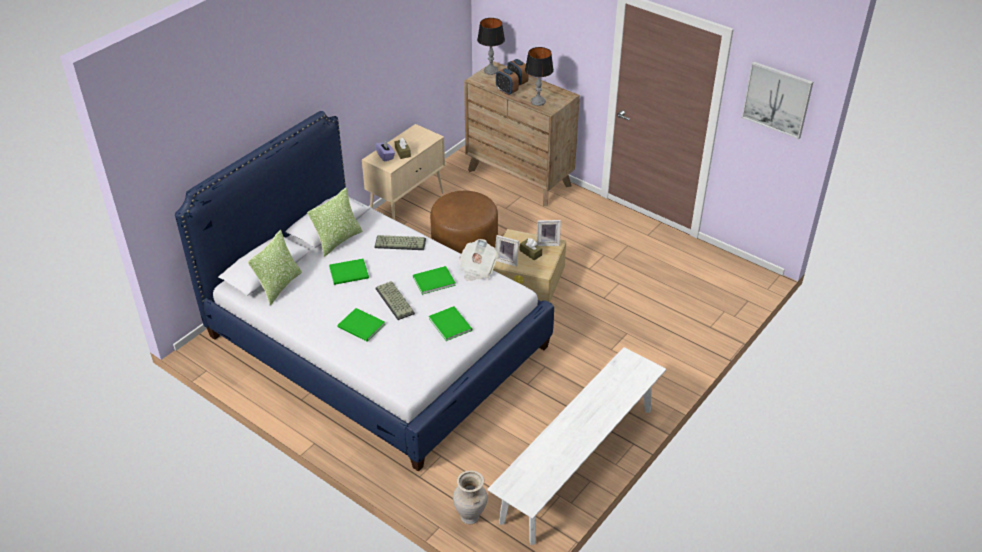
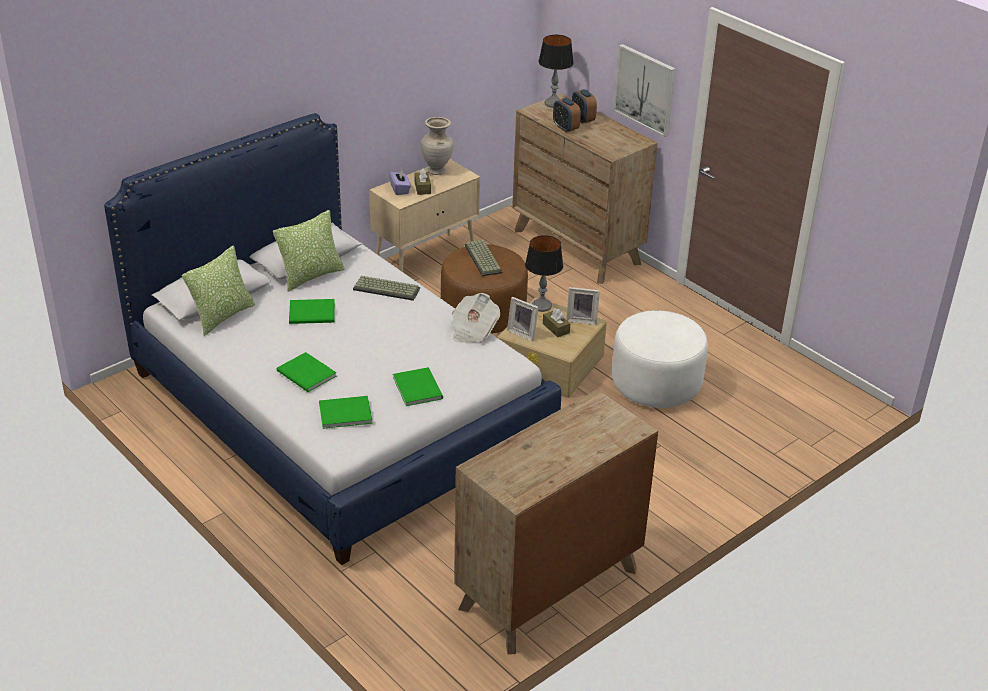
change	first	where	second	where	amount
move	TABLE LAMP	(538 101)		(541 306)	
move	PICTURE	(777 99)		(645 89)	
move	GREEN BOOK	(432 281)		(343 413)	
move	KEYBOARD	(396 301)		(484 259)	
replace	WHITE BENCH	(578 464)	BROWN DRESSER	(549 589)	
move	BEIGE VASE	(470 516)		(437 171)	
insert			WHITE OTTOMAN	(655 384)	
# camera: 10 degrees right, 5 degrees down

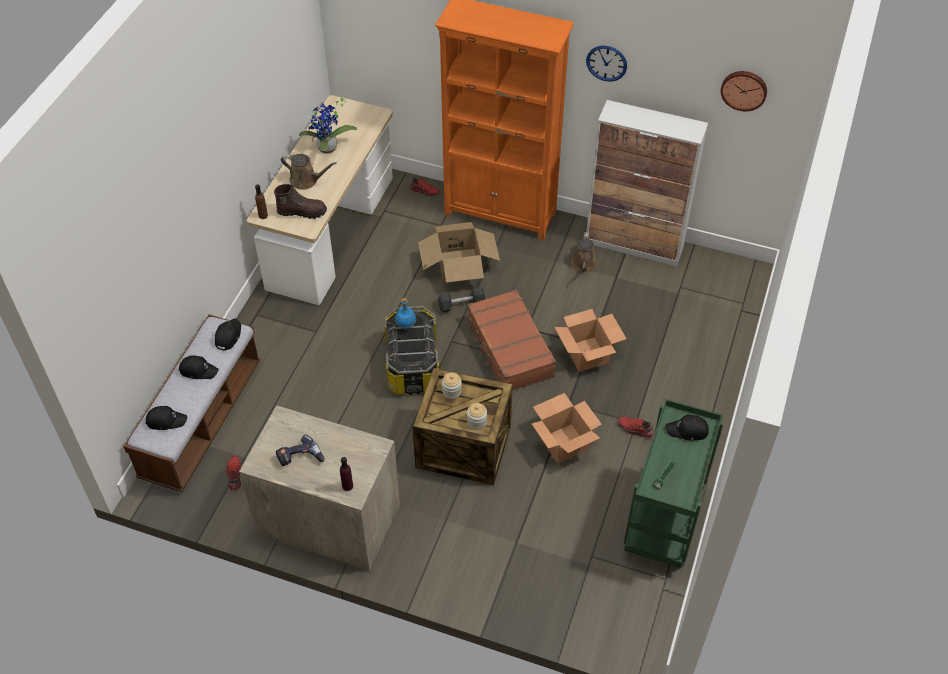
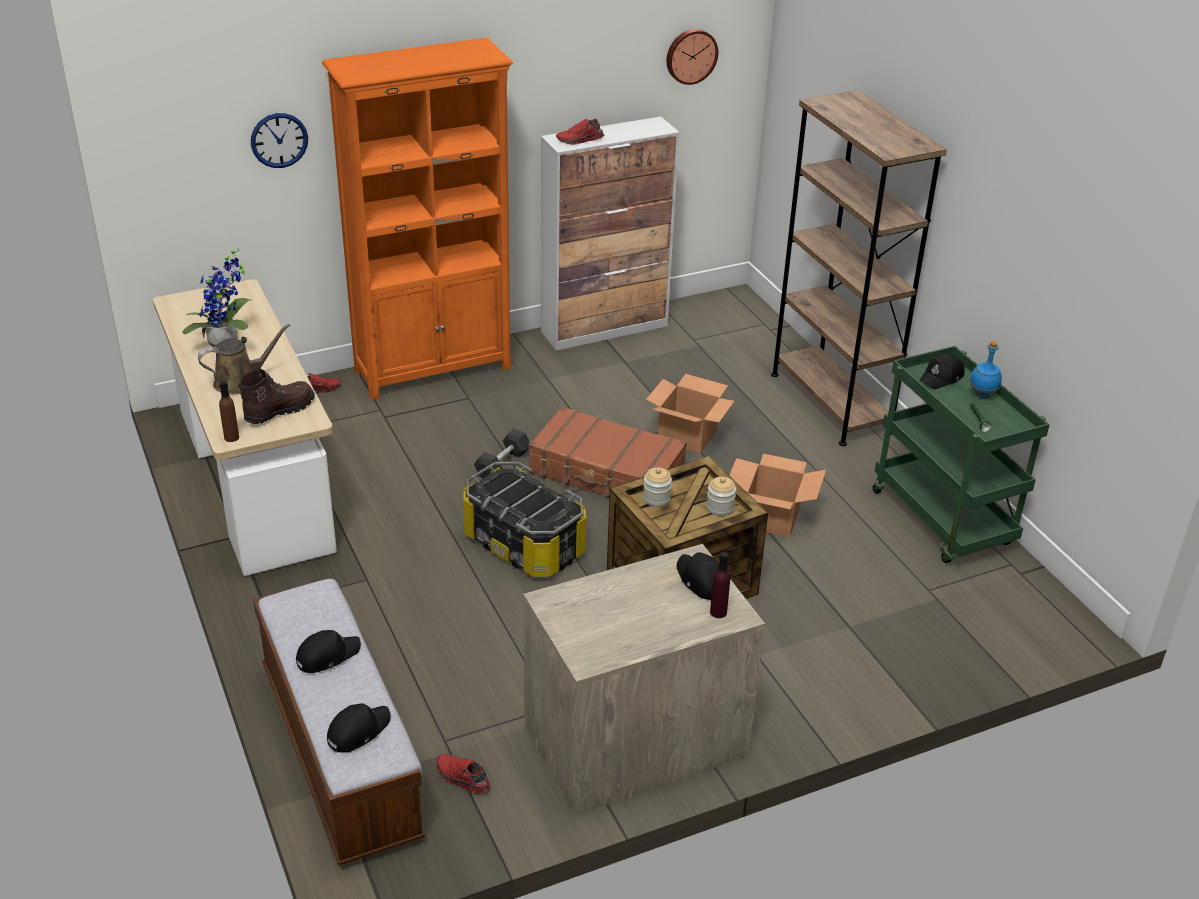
change	first	where	second	where	amount
move	WALL CLOCK	(606 63)		(279 140)	
delete	CARDBOARD BOX	(458 264)			
delete	BROWN WATERING CAN	(583 265)			
move	BLUE BOTTLE	(405 326)		(982 395)	
move	BLACK CAP	(228 336)		(700 580)	
move	RED SHOE	(635 430)		(580 140)	
delete	POWER DRILL	(300 458)			
insert			BROWN BOOKCASE	(830 402)	
# camera: 45 degrees left, 15 degrees down

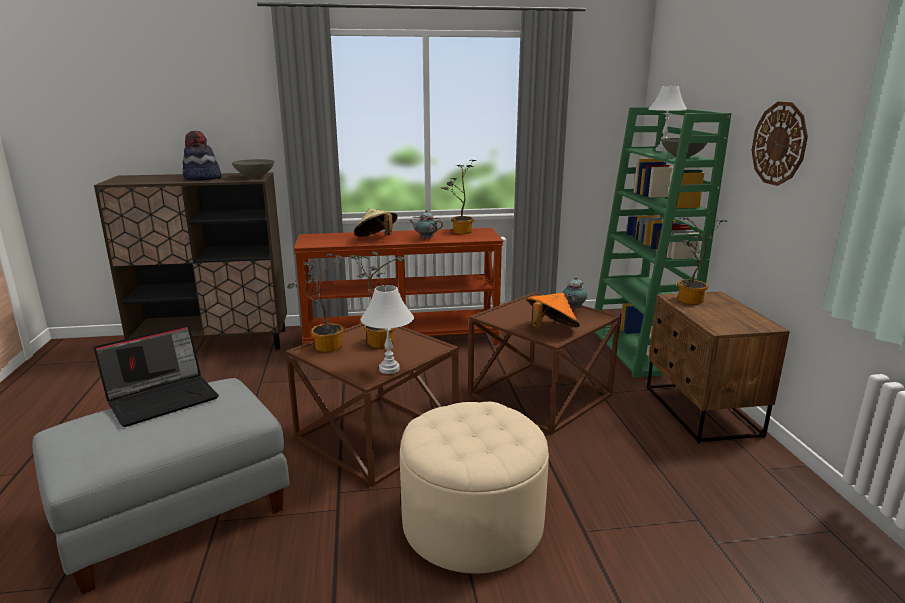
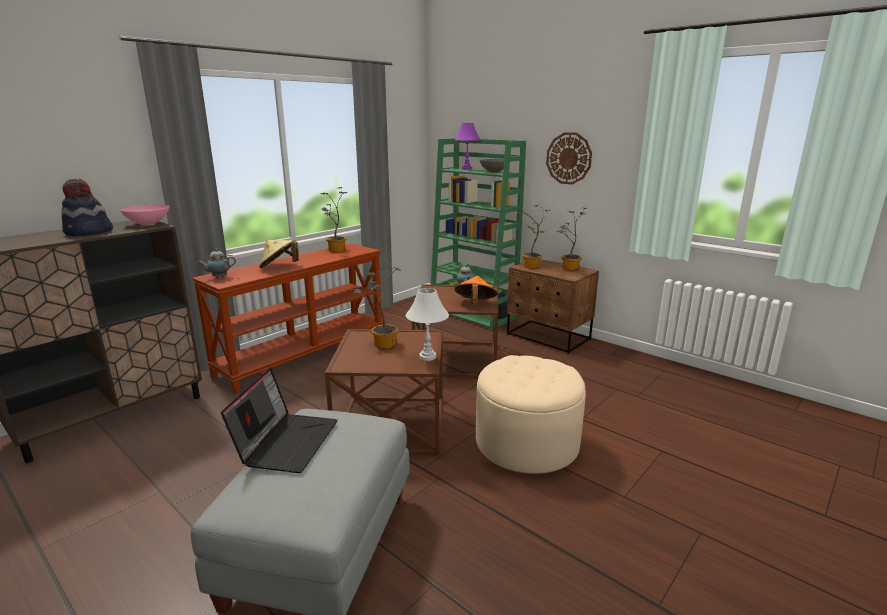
change	first	where	second	where	amount
recolor	WHITE TABLE LAMP	(663 150)	PURPLE TABLE LAMP	(467 169)	
recolor	GREY BOWL	(254 177)	PINK BOWL	(148 224)	
move	TEAPOT	(425 239)		(218 277)	
move	POTTED PLANT	(324 346)		(568 268)	
# camera: 40 degrees left, 0 degrees up

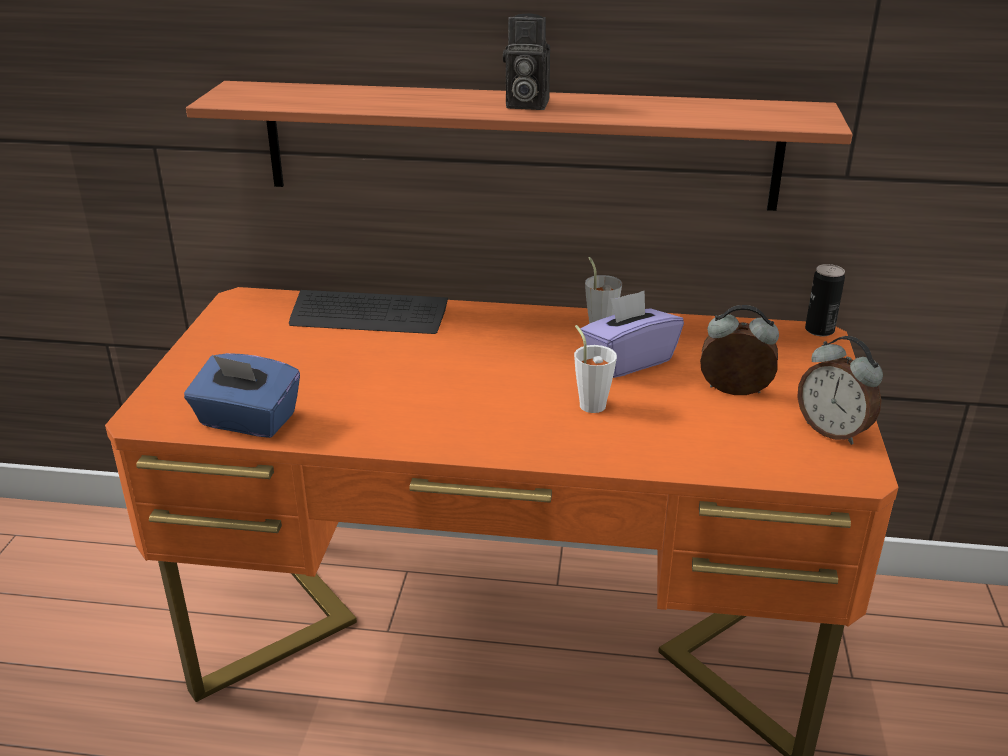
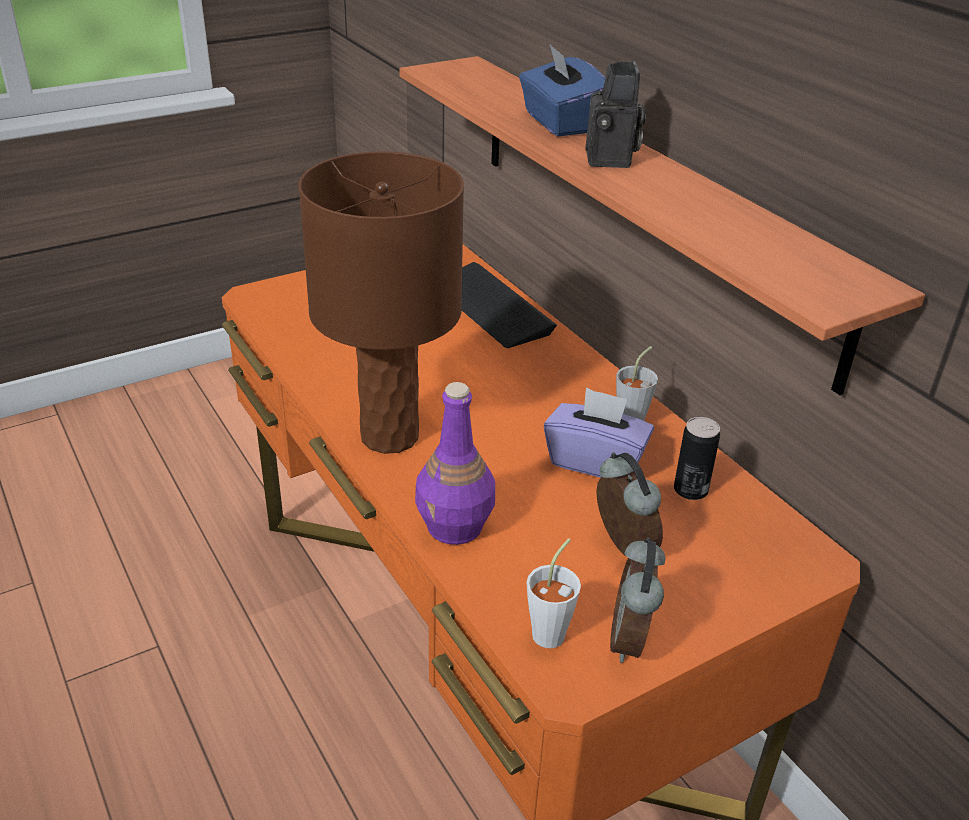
change	first	where	second	where	amount
rotate	PHOTO CAMERA	(524 105)		(612 160)	150 degrees counterclockwise
move	CAN	(819 330)		(690 490)	
move	WHITE CUP	(590 402)		(552 630)	
move	BLUE TISSUE BOX	(247 421)		(559 123)	
insert			BROWN TABLE LAMP	(390 436)	
insert			PURPLE BOTTLE	(455 526)	
# camera: 50 degrees right, 5 degrees up

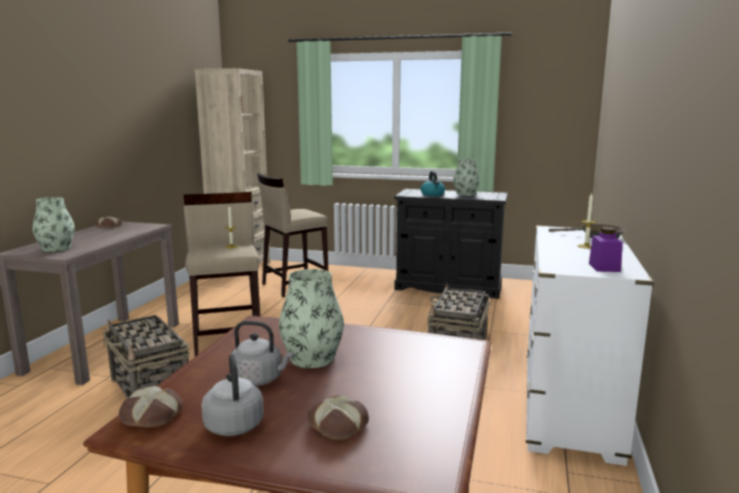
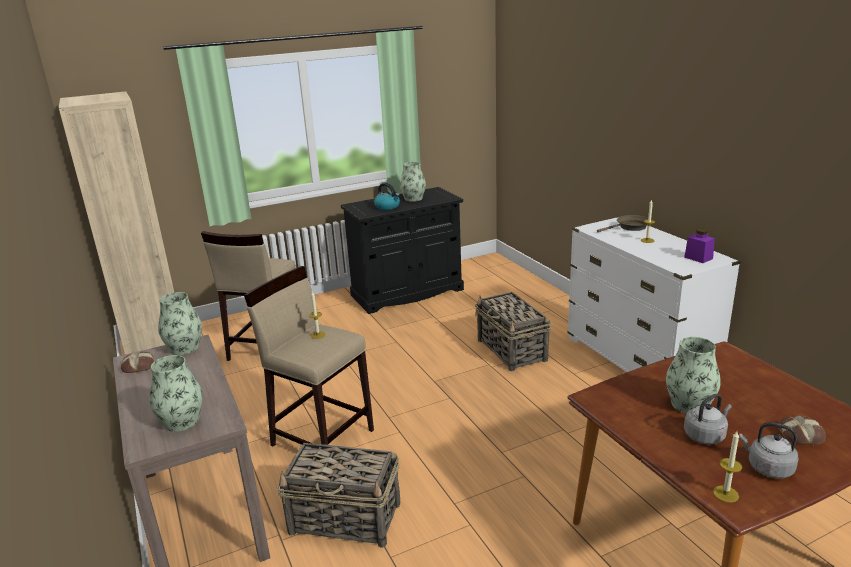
change	first	where	second	where	amount
replace	BREAD	(150 416)	CANDLE	(725 494)	
insert			VASE	(185 348)	
# camera: 40 degrees left, 10 degrees up

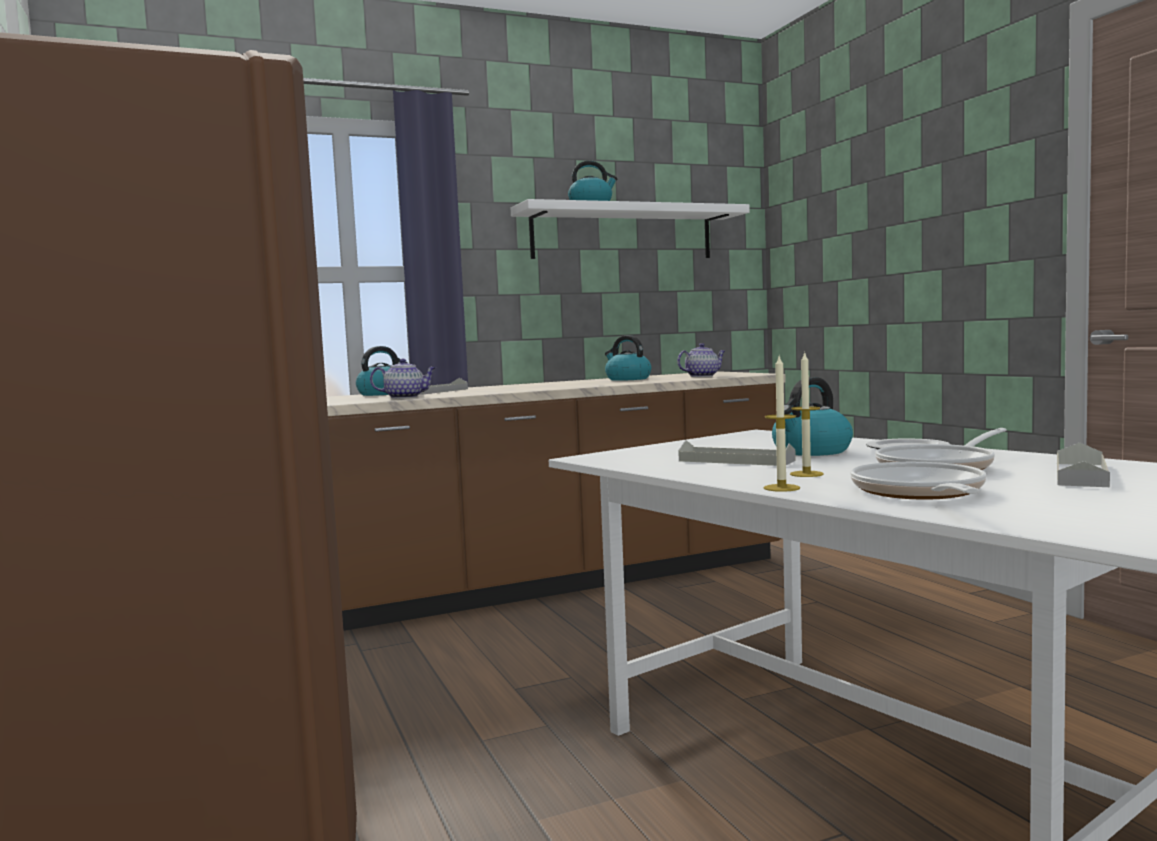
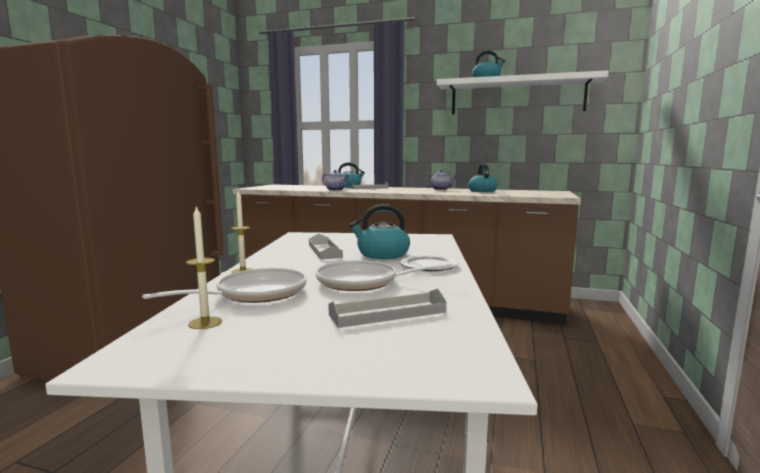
change	first	where	second	where	amount
move	TEAPOT	(702 376)		(441 189)	
move	CANDLE	(806 474)		(205 323)	
# camera: 40 degrees right, 5 degrees up

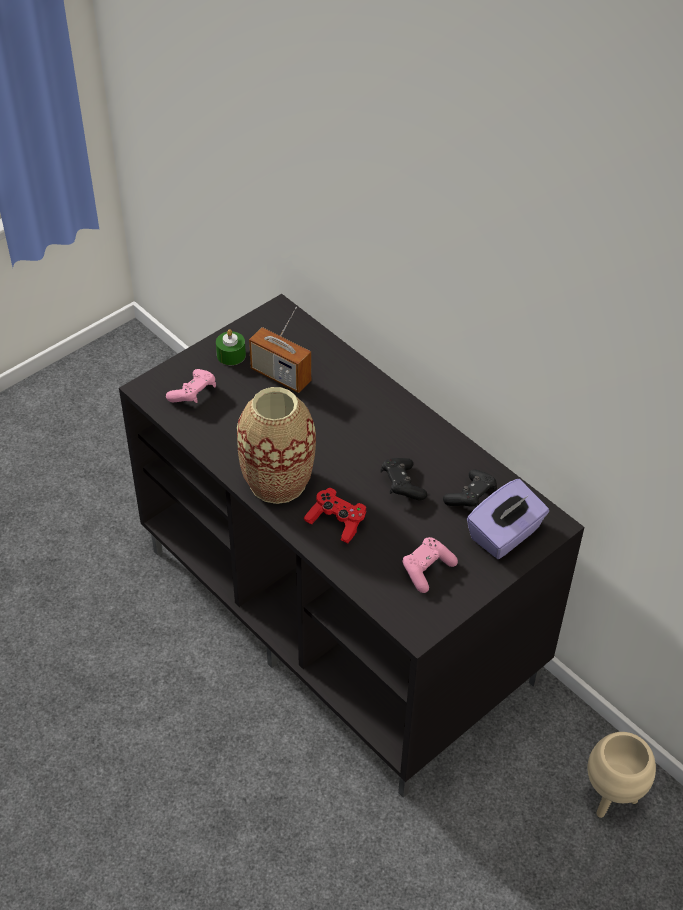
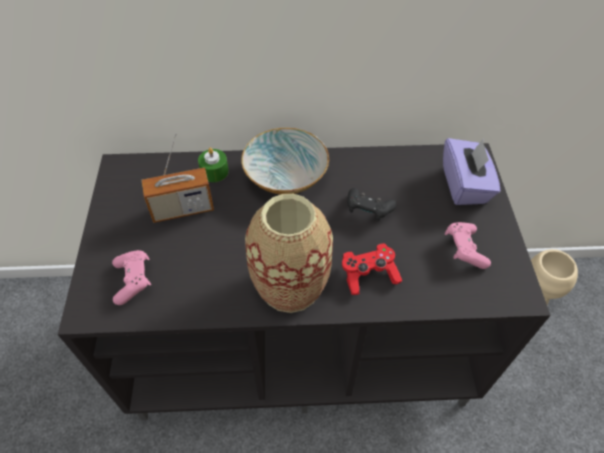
change	first	where	second	where	amount
move	GREEN CANDLE	(231 355)		(214 171)	
delete	BLACK GAME CONTROLLER	(471 497)			
insert			BOWL	(286 176)	
# camera: 50 degrees left, 5 degrees up

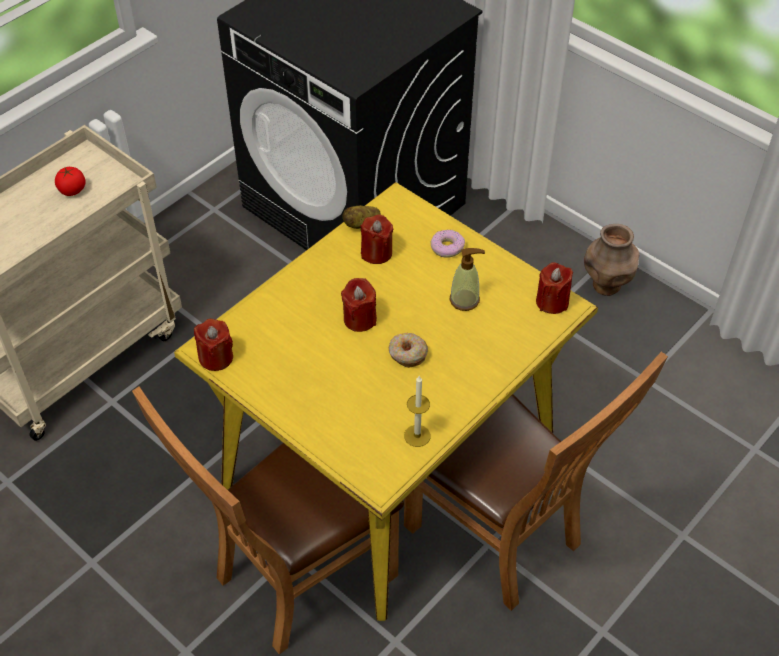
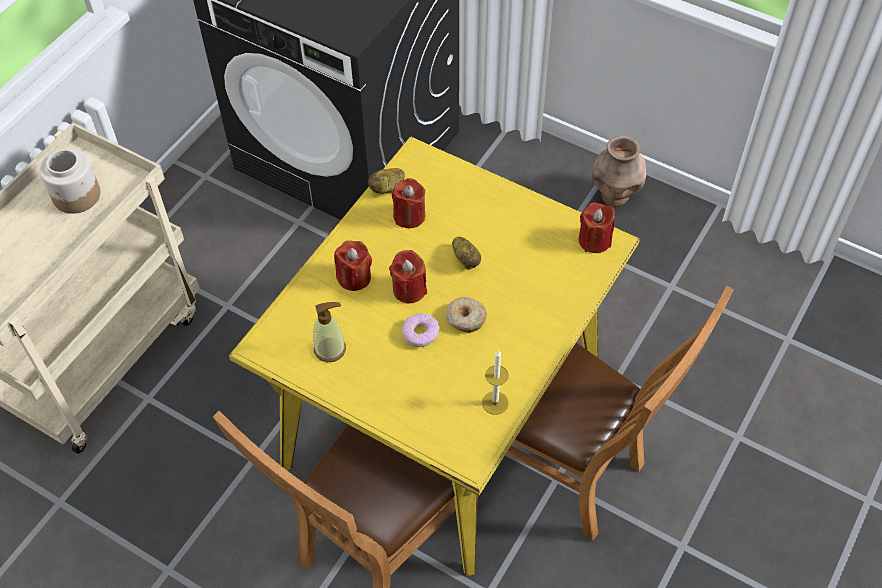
change	first	where	second	where	amount
replace	TOMATO	(72 190)	JAR	(77 196)	
move	DONUT	(447 247)		(420 333)	
move	SOAP DISPENSER	(464 300)		(330 349)	
move	RED CANDLE	(216 357)		(354 277)	
insert			POTATO	(466 259)	
# camera: 10 degrees left, 5 degrees up

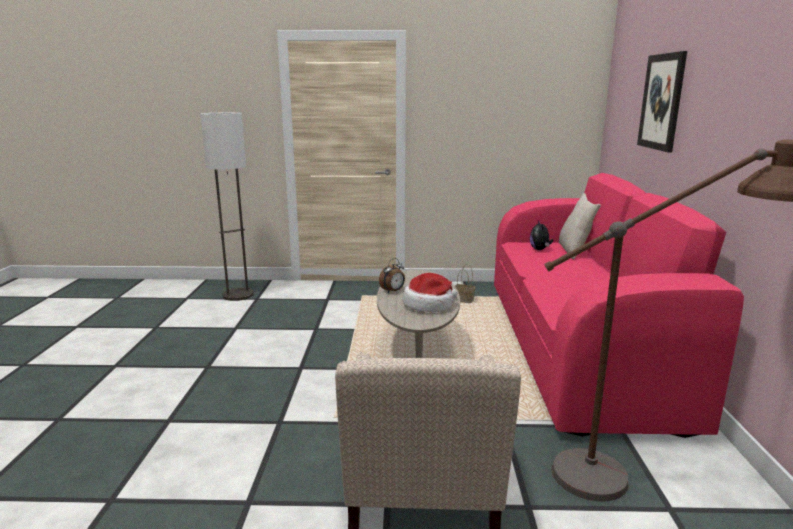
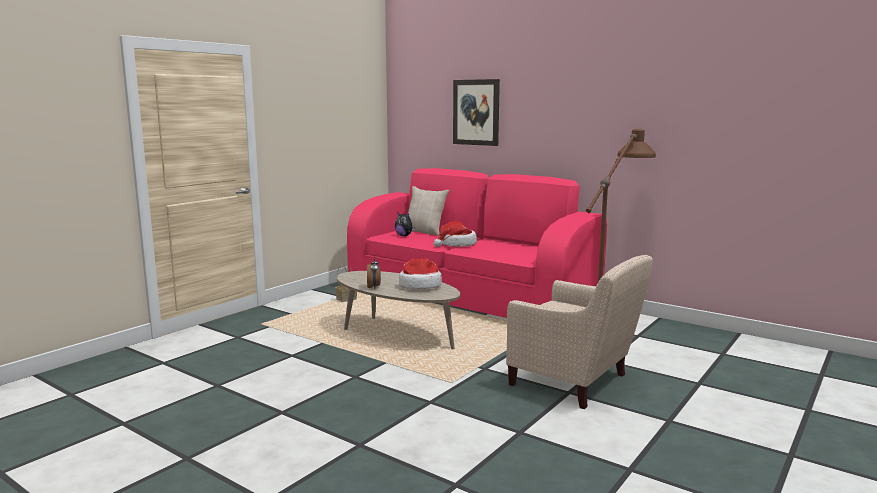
change	first	where	second	where	amount
delete	FLOOR LAMP	(238 295)			
insert			HAT	(456 244)	
# camera: 55 degrees left, 5 degrees down

